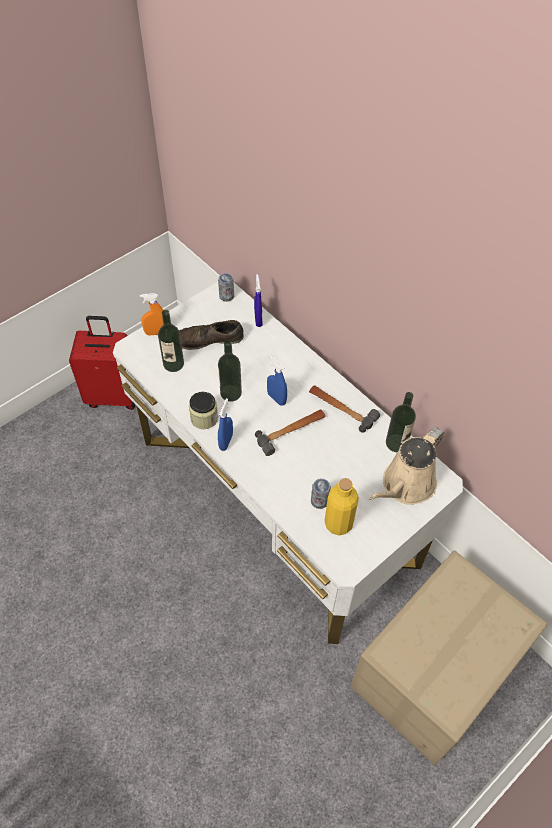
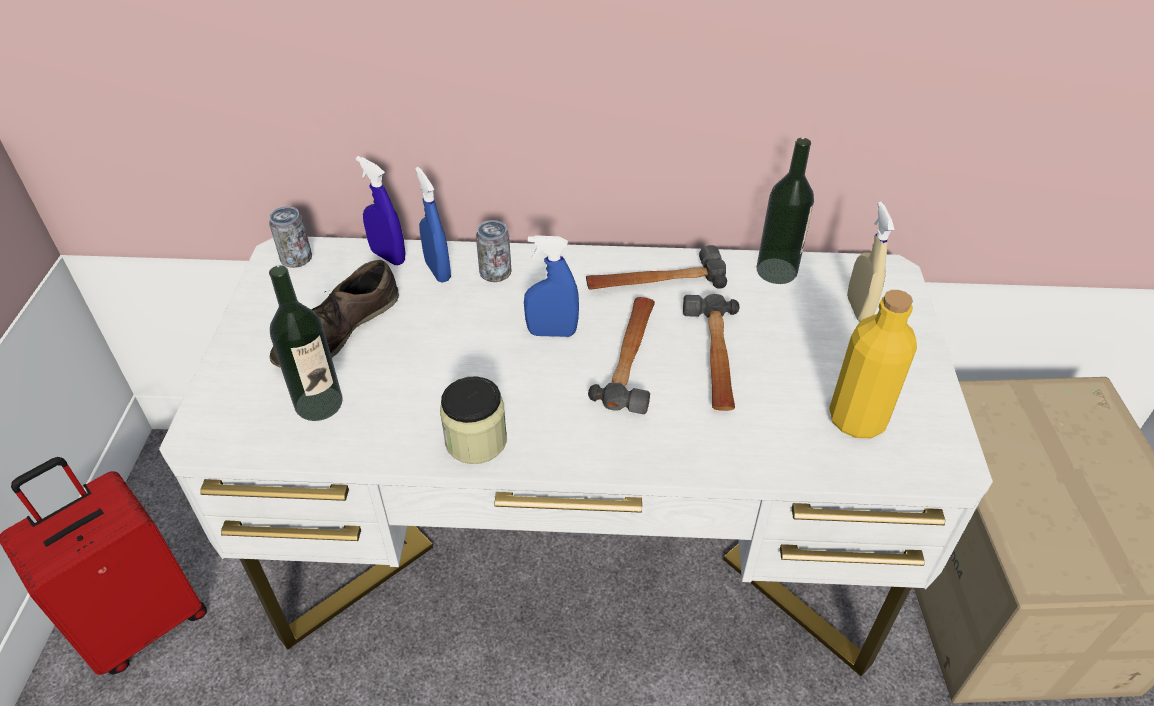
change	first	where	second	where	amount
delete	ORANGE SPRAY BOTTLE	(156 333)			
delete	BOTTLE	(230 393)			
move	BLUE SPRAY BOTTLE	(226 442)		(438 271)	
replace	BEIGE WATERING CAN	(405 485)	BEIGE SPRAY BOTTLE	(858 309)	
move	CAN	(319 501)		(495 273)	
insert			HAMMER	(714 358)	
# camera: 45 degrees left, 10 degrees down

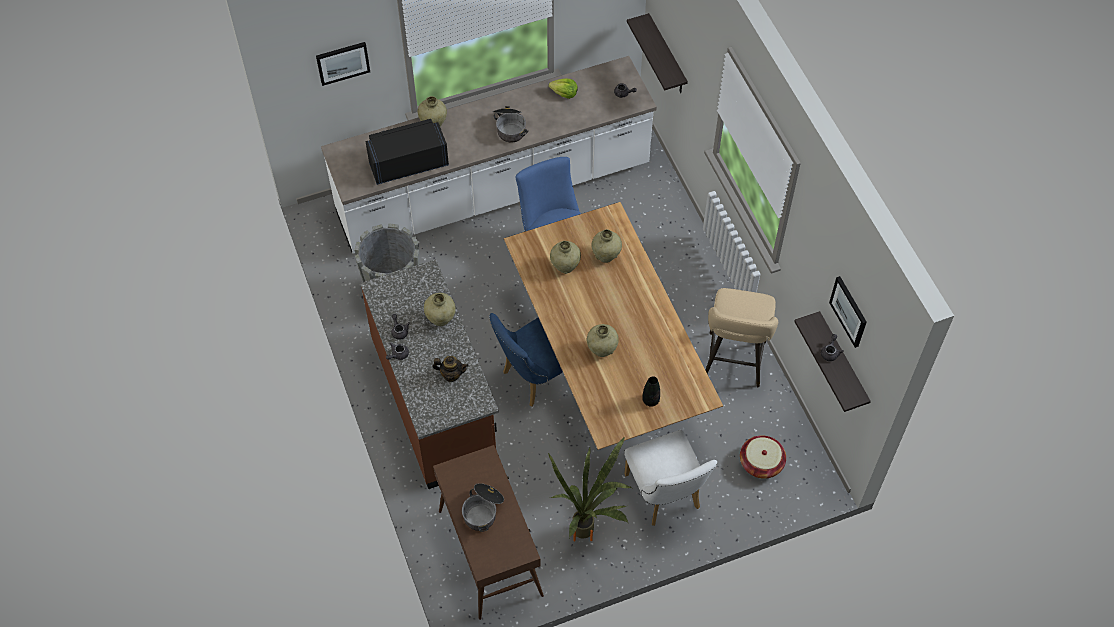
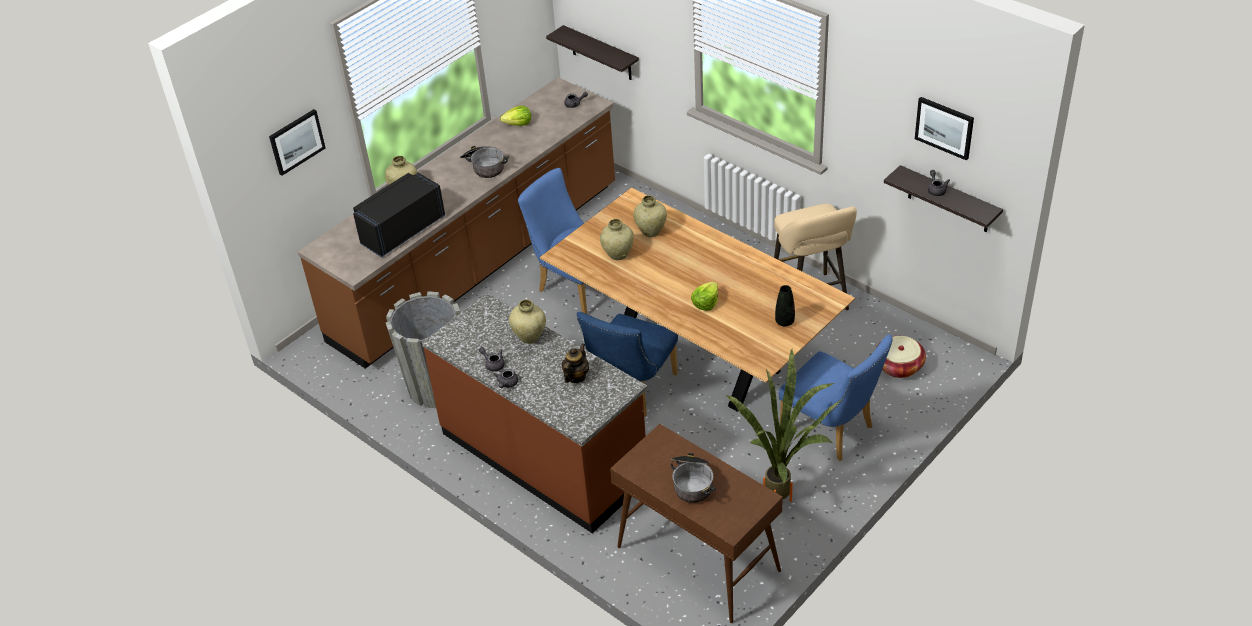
change	first	where	second	where	amount
recolor	WHITE COUNTER	(494 191)	BROWN COUNTER	(478 263)	
replace	BEIGE VASE	(602 350)	LETTUCE	(705 303)	
rotate	TEAPOT	(451 374)		(576 376)	45 degrees counterclockwise
recolor	WHITE CHAIR	(665 496)	BLUE CHAIR	(832 432)	
# camera: 25 degrees left, 15 degrees down

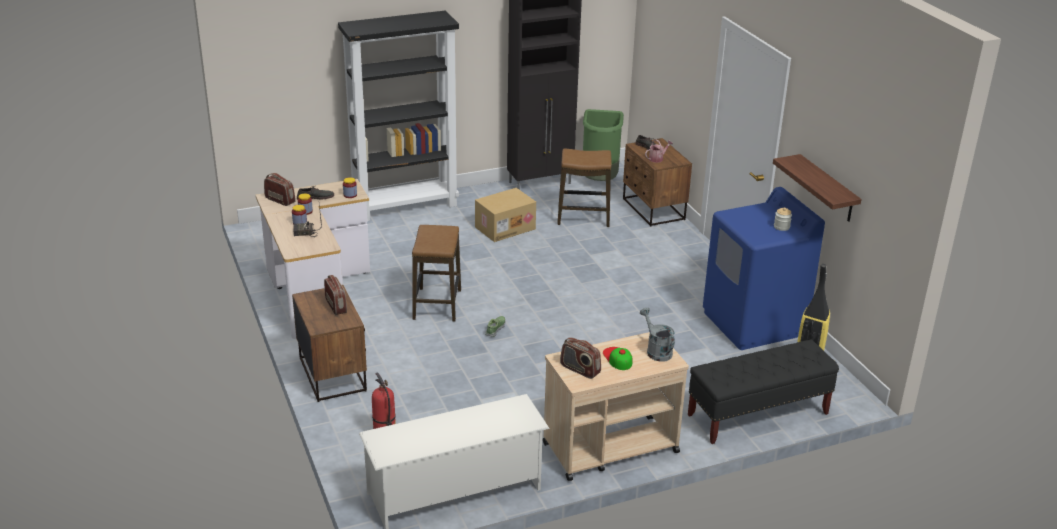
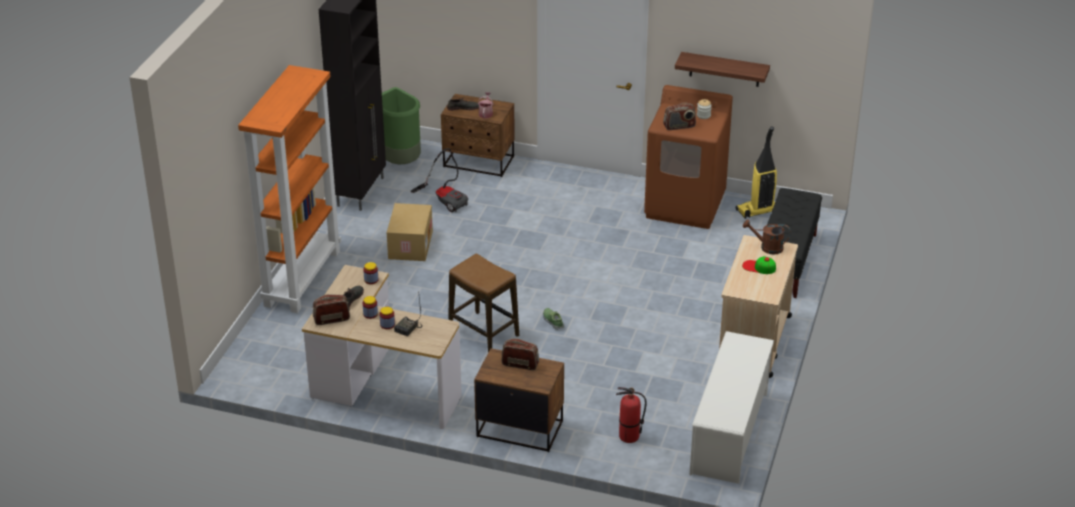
change	first	where	second	where	amount
recolor	BLACK BOOKCASE	(405 206)	ORANGE BOOKCASE	(302 278)	
replace	STOOL	(583 217)	VACUUM CLEANER	(445 200)	
recolor	BLUE WASHING MACHINE	(753 324)	BROWN WASHING MACHINE	(685 205)	
recolor	GREY WATERING CAN	(656 350)	BROWN WATERING CAN	(767 247)	
move	RADIO	(580 370)		(679 126)	
# camera: 50 degrees left, 5 degrees up

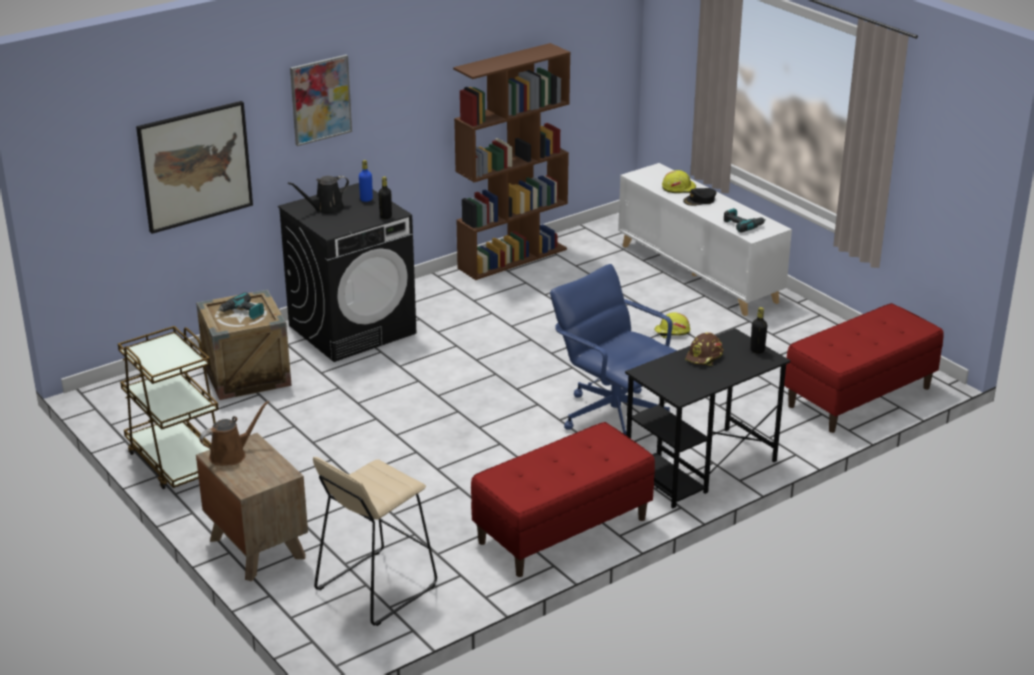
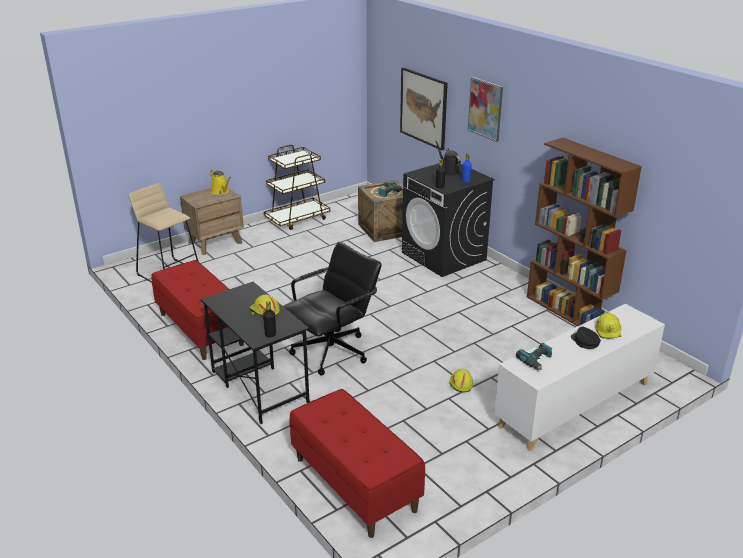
change	first	where	second	where	amount
recolor	BLUE OFFICE CHAIR	(614 416)	BLACK OFFICE CHAIR	(332 352)	
recolor	BROWN HARD HAT	(704 357)	YELLOW HARD HAT	(264 311)	
recolor	BROWN WATERING CAN	(231 454)	YELLOW WATERING CAN	(221 191)	
# camera: 90 degrees right, 0 degrees up

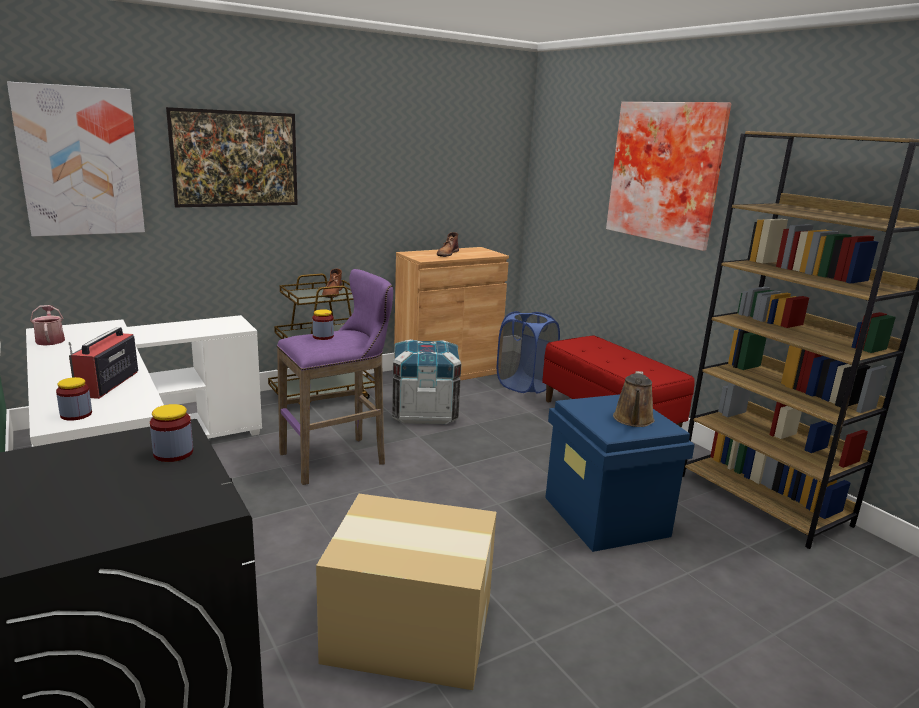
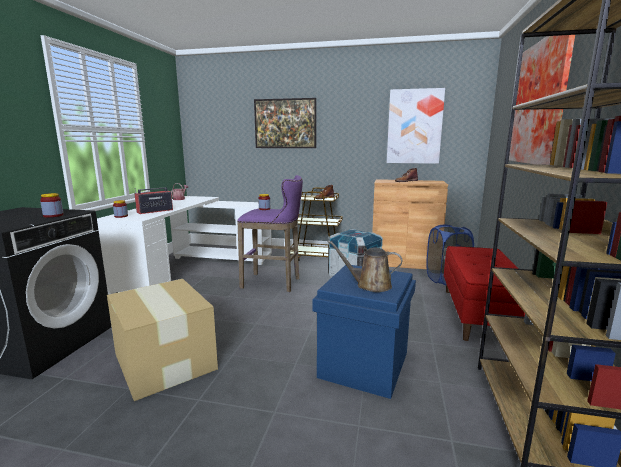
change	first	where	second	where	amount
move	PICTURE	(80 162)		(414 127)	
rotate	BROWN WATERING CAN	(633 420)		(370 285)	45 degrees clockwise
# camera: 45 degrees right, 5 degrees down

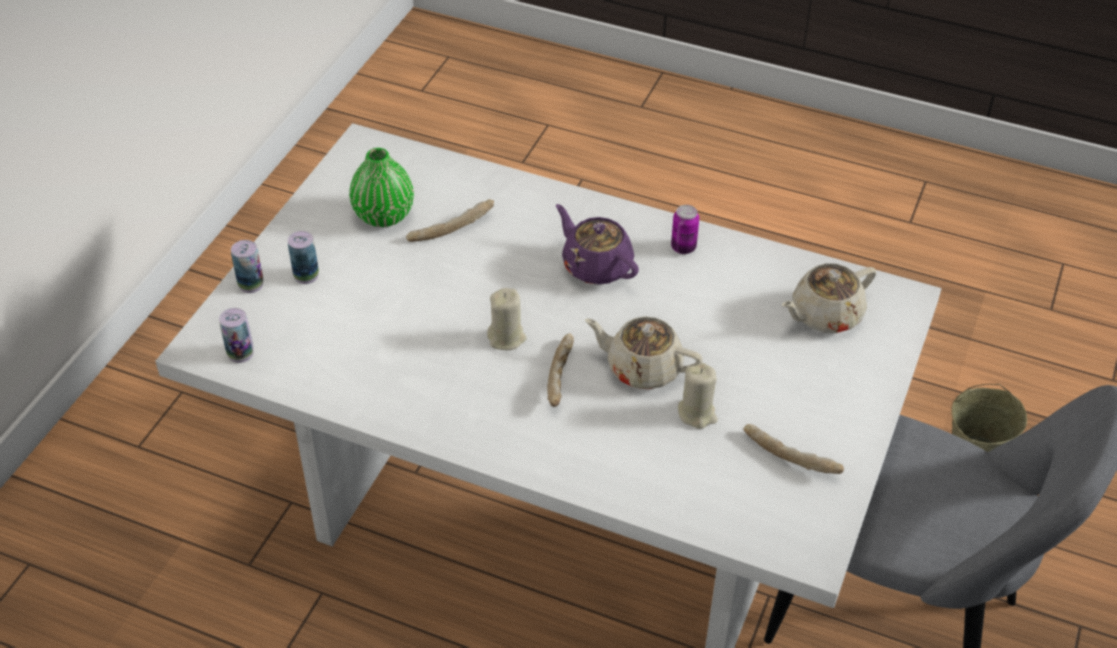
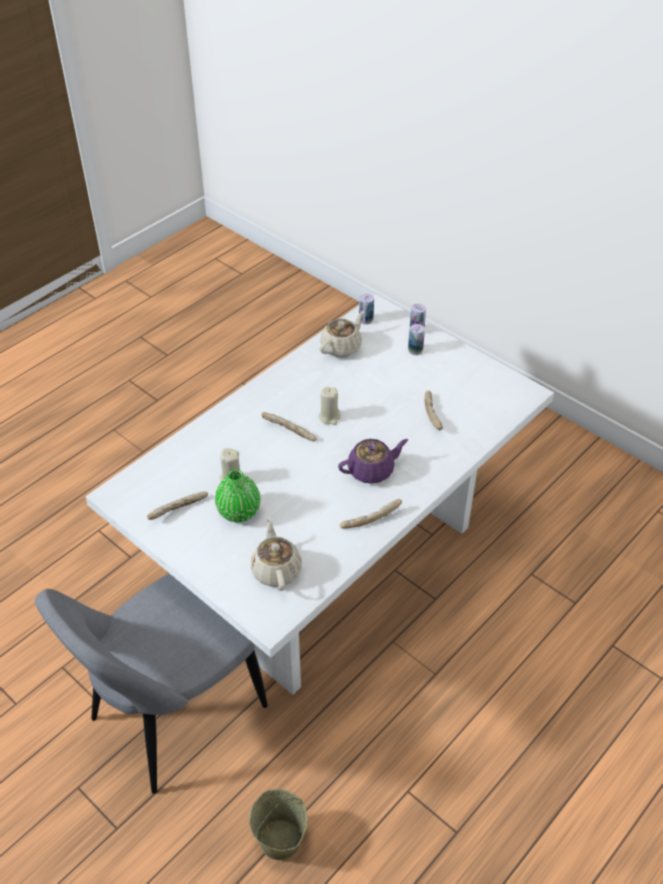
change	first	where	second	where	amount
move	GREEN VASE	(383 215)		(239 512)	
replace	CAN	(683 247)	BREAD	(370 518)	
move	BEIGE TEAPOT	(642 368)		(341 347)	
# camera: 110 degrees right, 0 degrees up

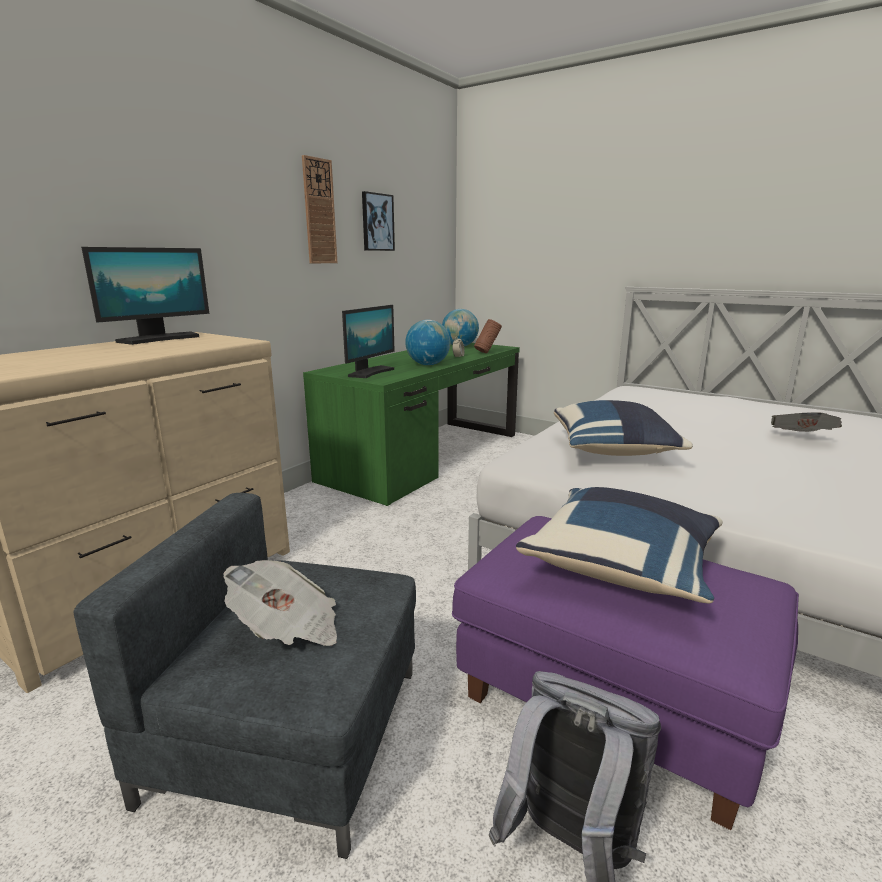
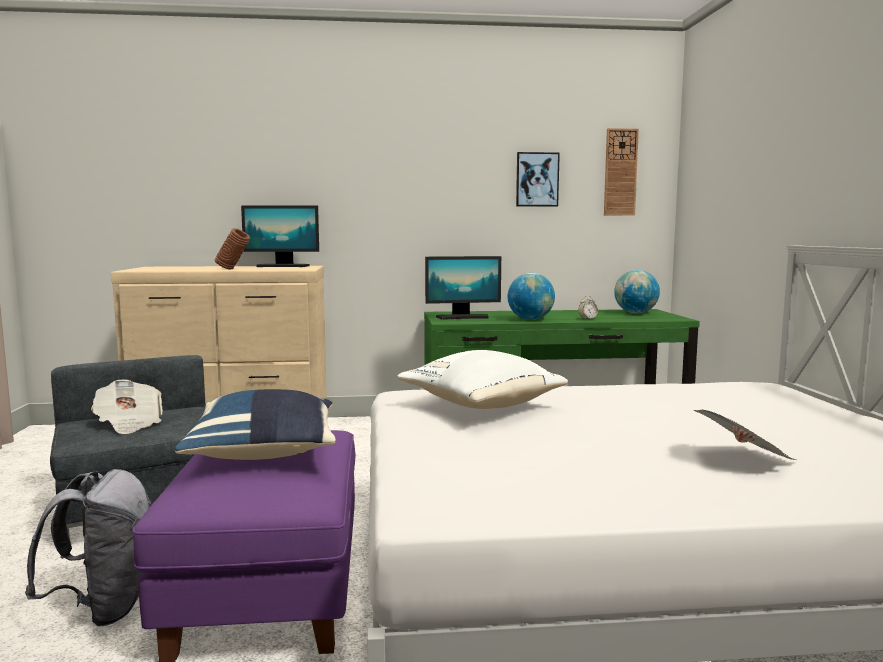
change	first	where	second	where	amount
move	WALL CLOCK	(319 212)		(620 172)	
move	BROWN VASE	(487 353)		(233 269)	
recolor	BLUE PILLOW	(614 451)	WHITE PILLOW	(482 405)	
# camera: 50 degrees right, 10 degrees down

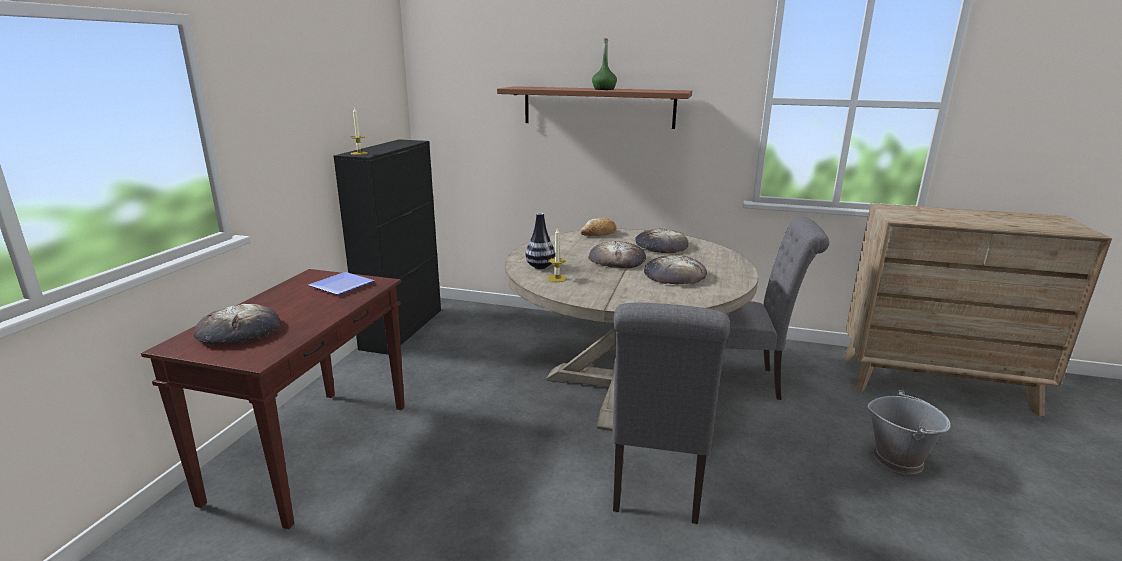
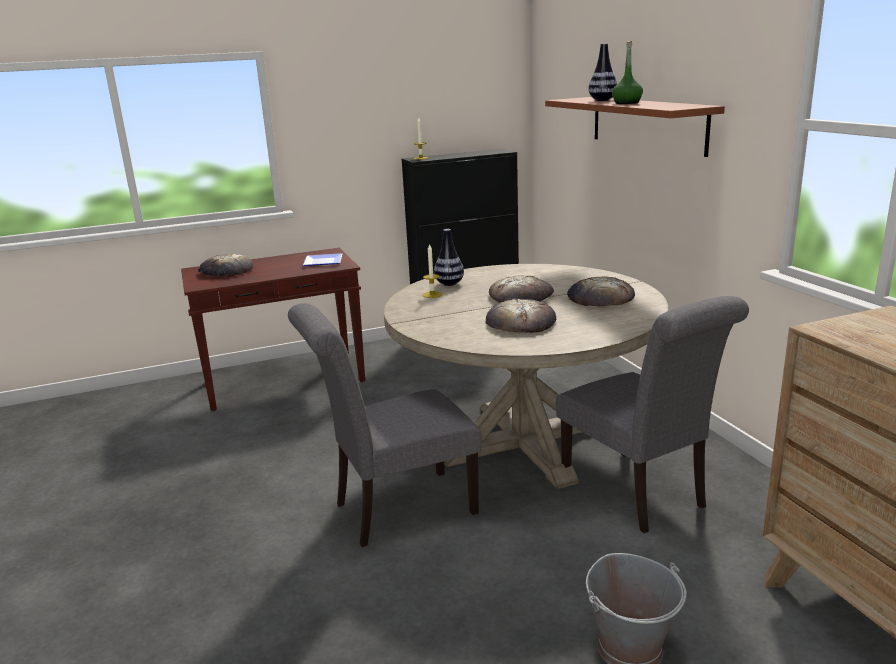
change	first	where	second	where	amount
delete	BREAD	(598 234)			
insert			VASE	(602 100)	
# camera: 55 degrees right, 0 degrees up

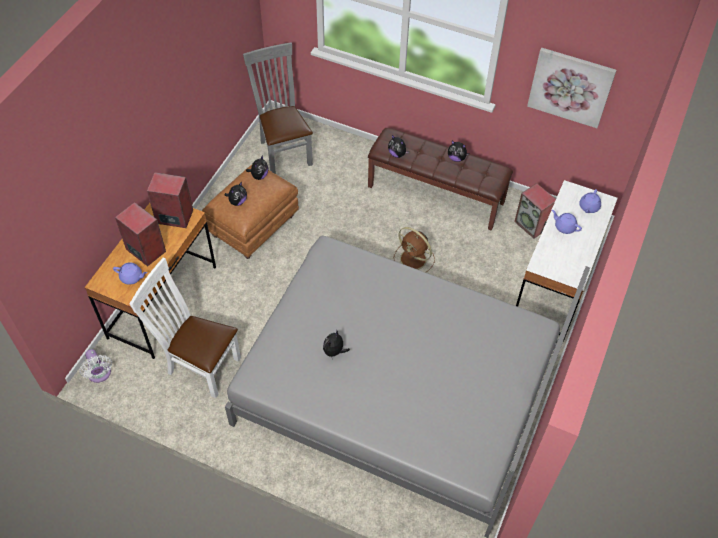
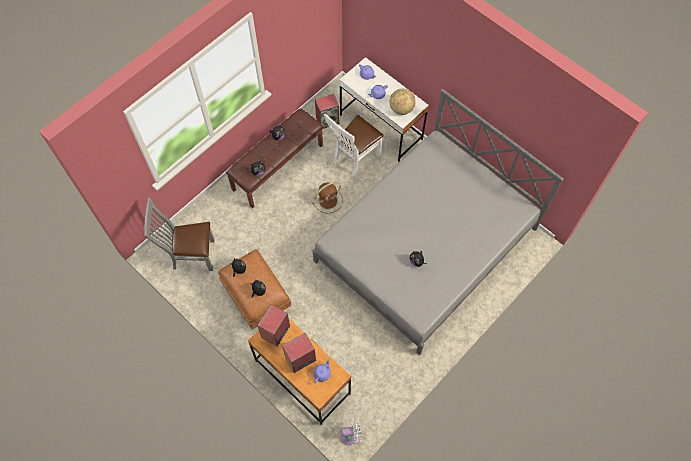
change	first	where	second	where	amount
delete	PICTURE	(570 86)			
move	WHITE CHAIR	(199 365)		(354 158)	
insert			GLOBE	(401 109)	
# camera: 70 degrees left, 10 degrees up

